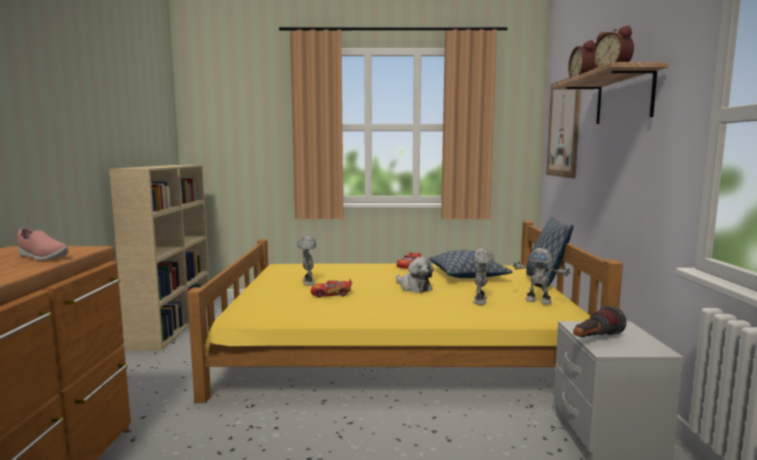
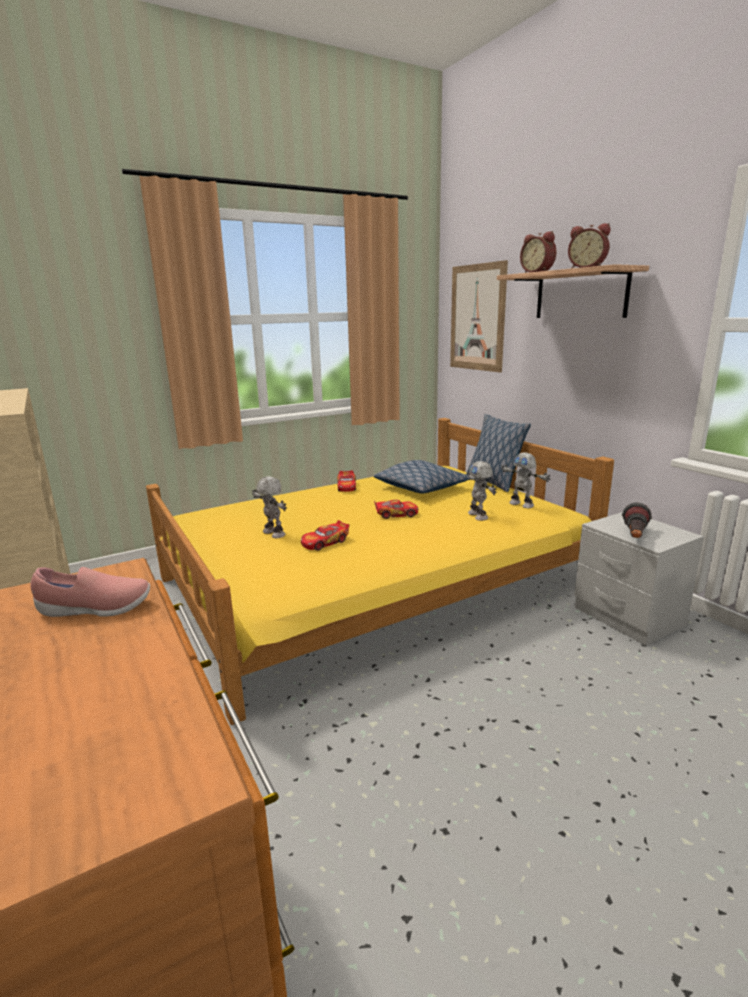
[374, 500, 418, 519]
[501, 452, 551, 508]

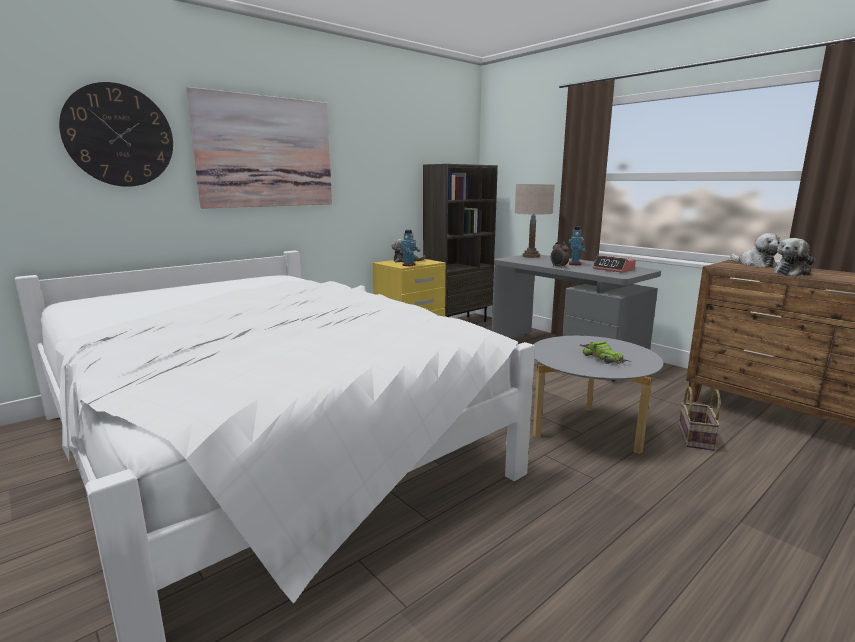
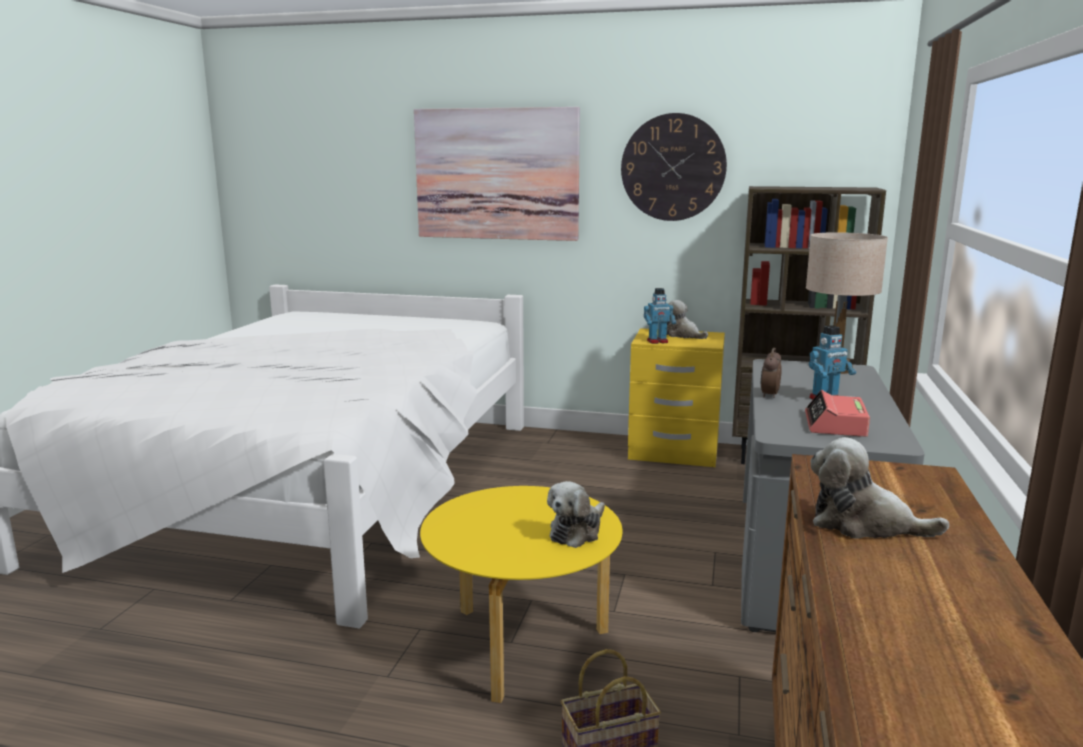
[621, 113, 727, 221]
[420, 486, 623, 703]
[580, 341, 632, 365] (first image)
[547, 481, 605, 548]

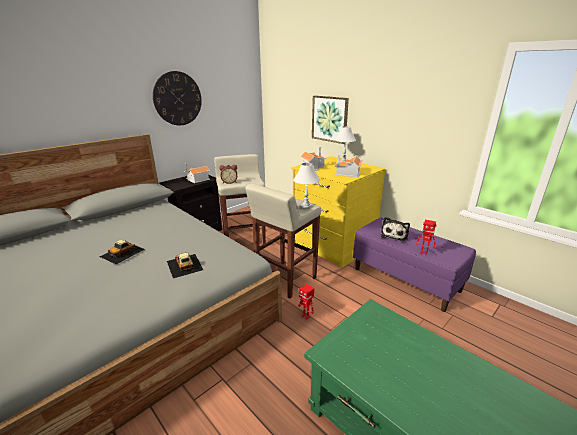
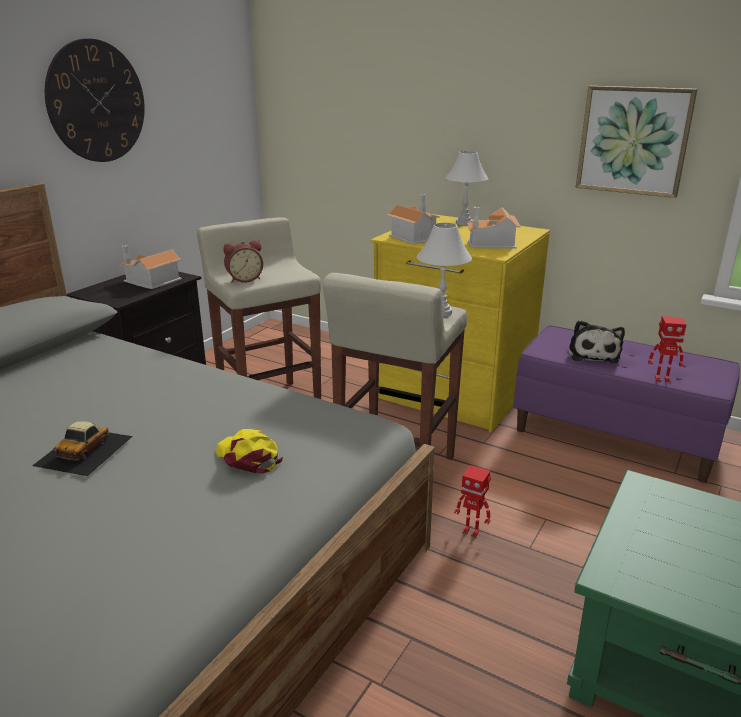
[216, 429, 283, 474]
[576, 86, 698, 198]

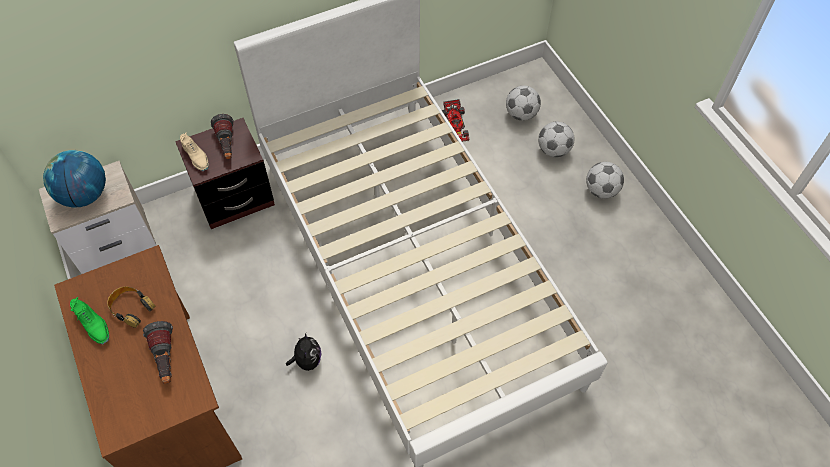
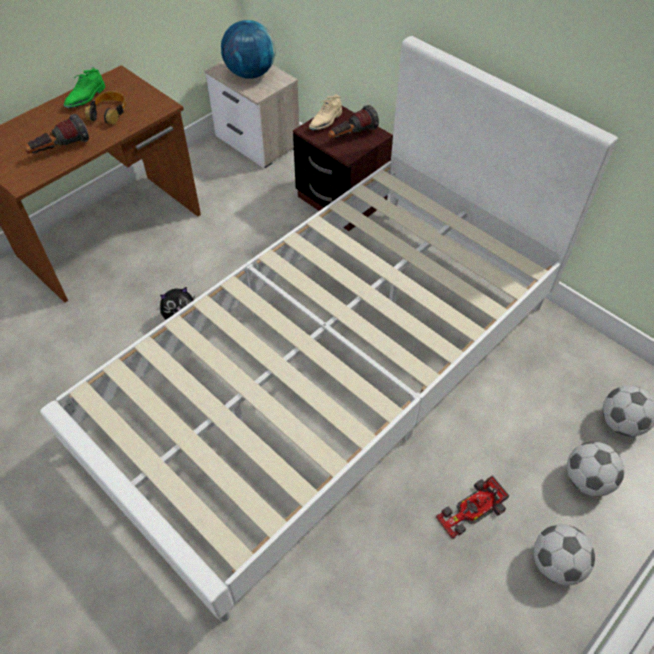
[436, 475, 509, 539]

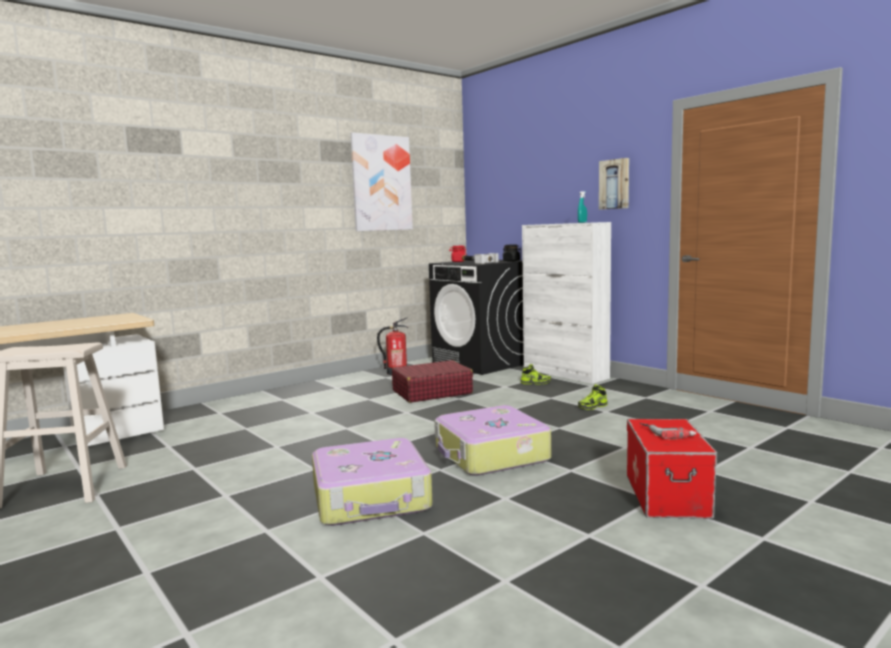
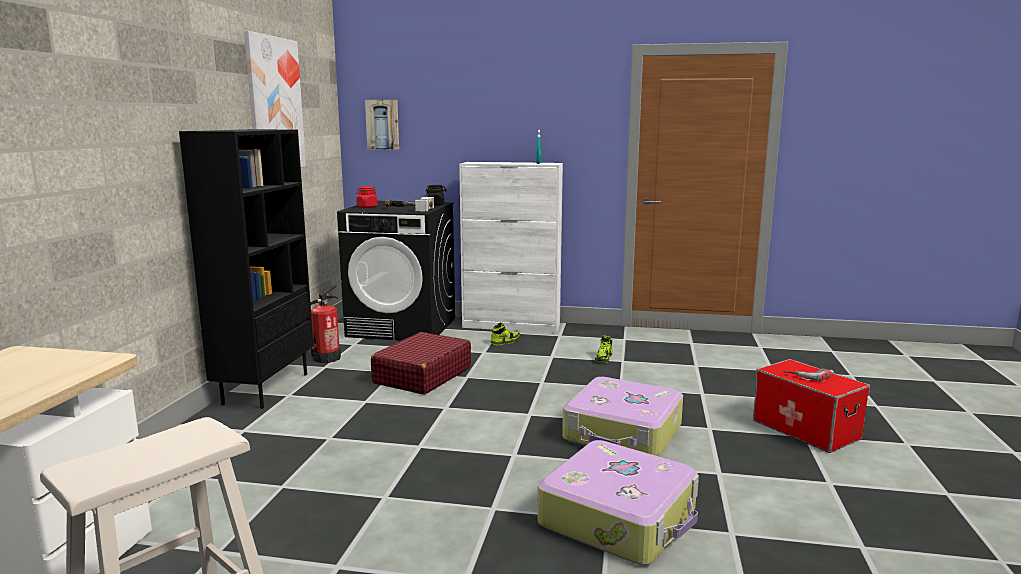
[365, 100, 399, 149]
[179, 129, 314, 409]

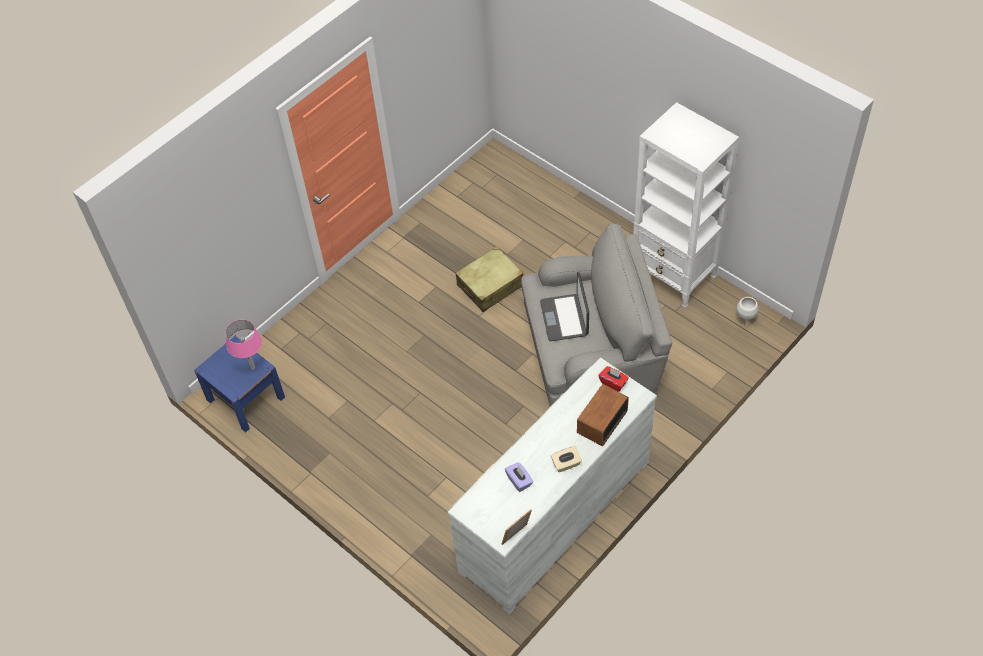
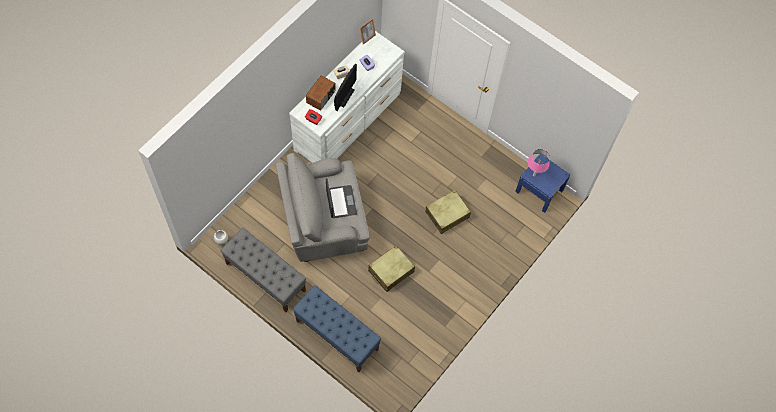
[220, 228, 306, 312]
[293, 285, 382, 372]
[334, 64, 357, 111]
[425, 190, 471, 234]

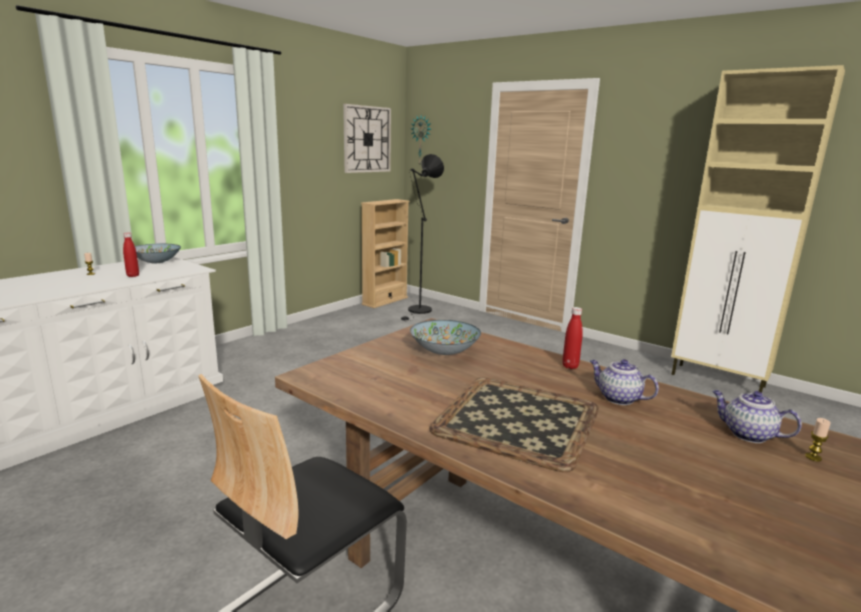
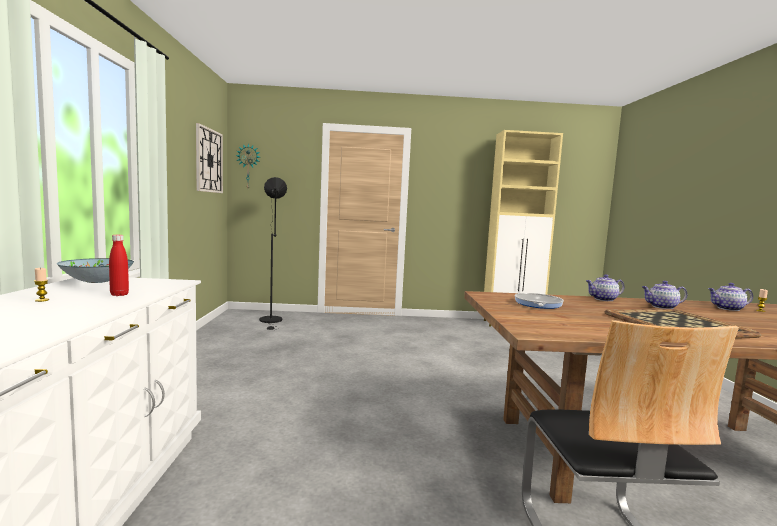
[361, 199, 410, 308] (first image)
[514, 293, 564, 309]
[586, 274, 625, 301]

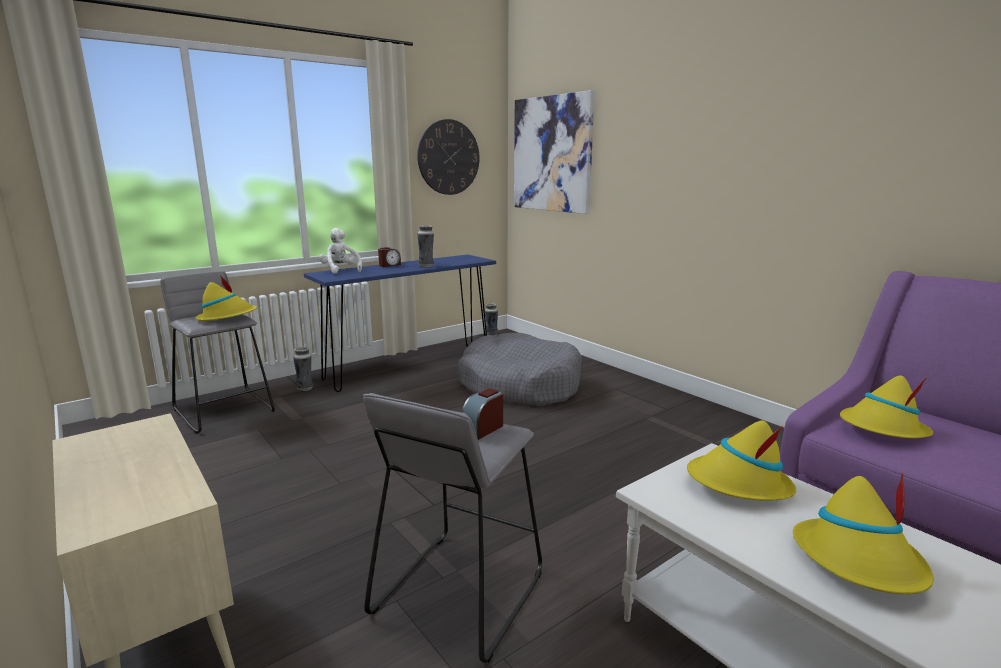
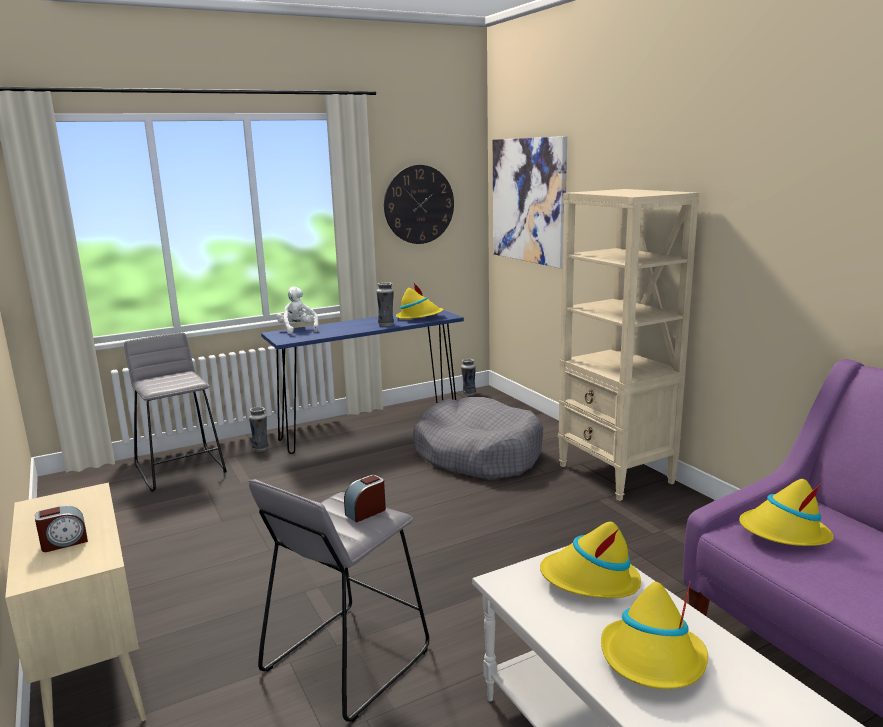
[396, 283, 443, 319]
[35, 505, 88, 552]
[558, 189, 699, 501]

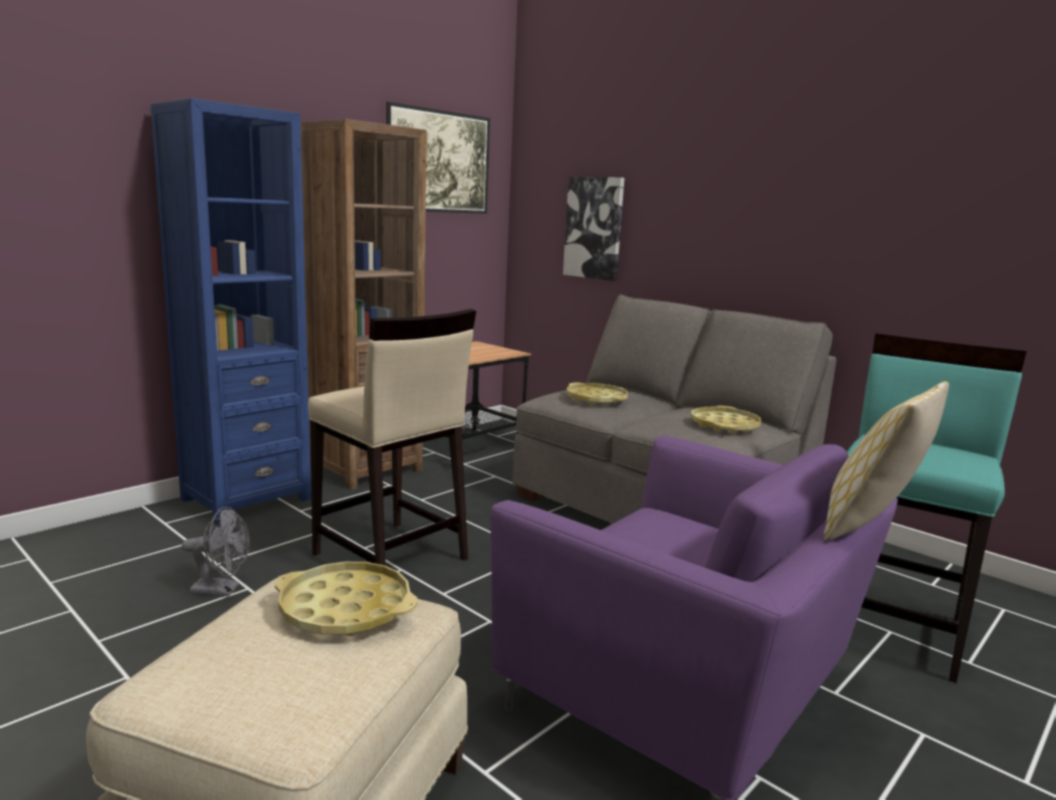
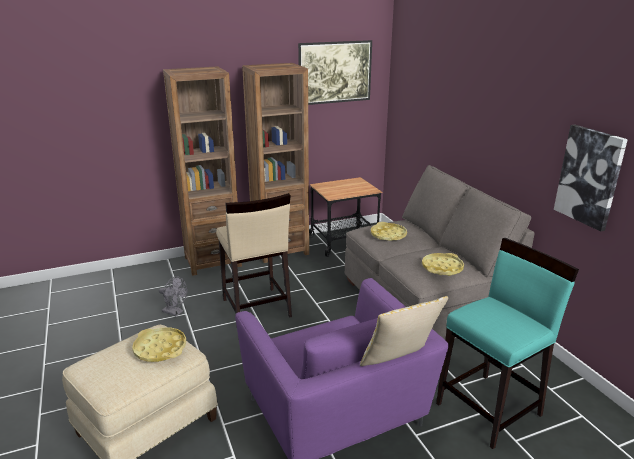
[163, 66, 242, 276]
[554, 125, 628, 231]

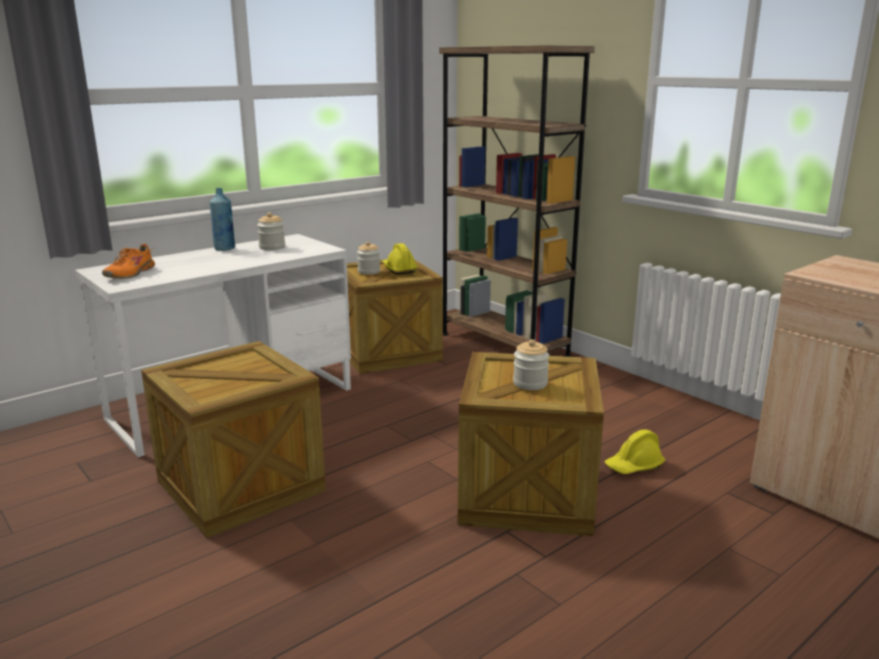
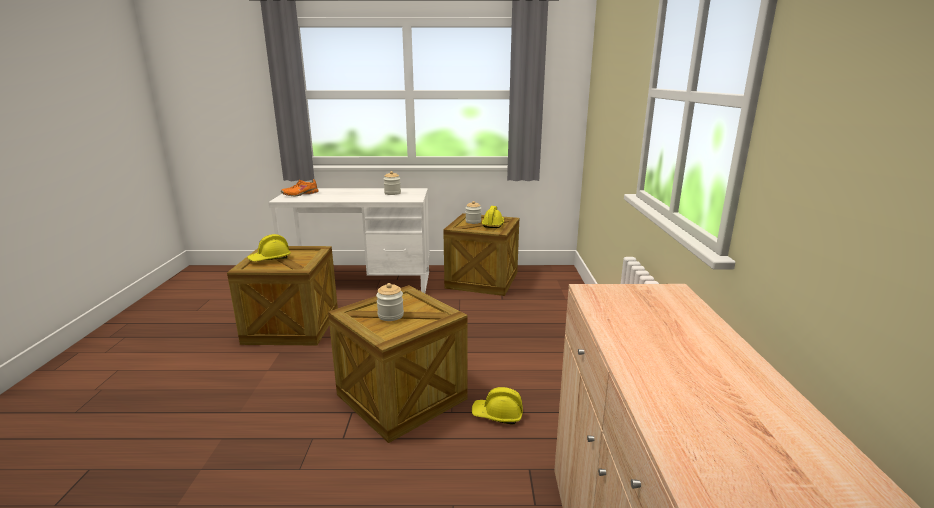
[209, 188, 235, 251] (first image)
[439, 45, 595, 357] (first image)
[247, 234, 291, 261]

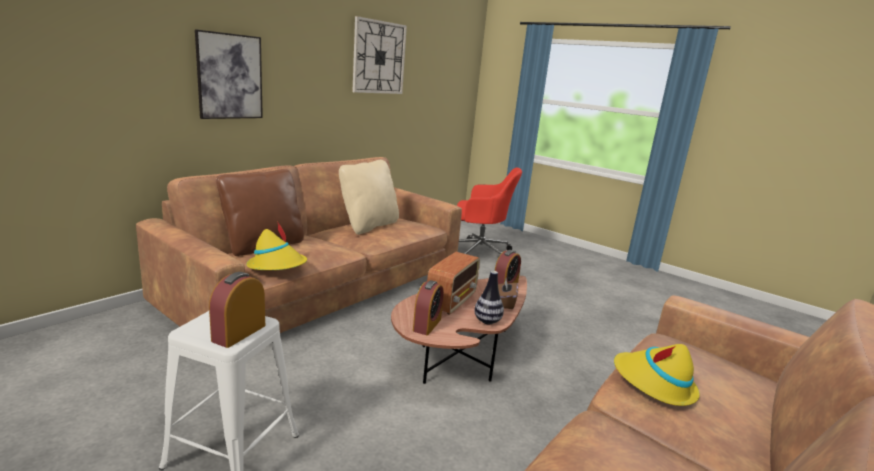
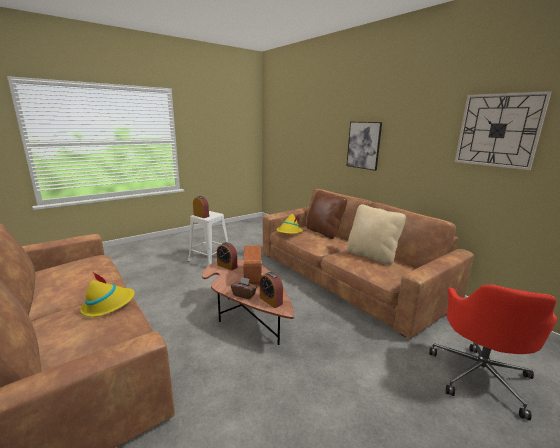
[243, 246, 263, 286]
[474, 271, 504, 324] (first image)

